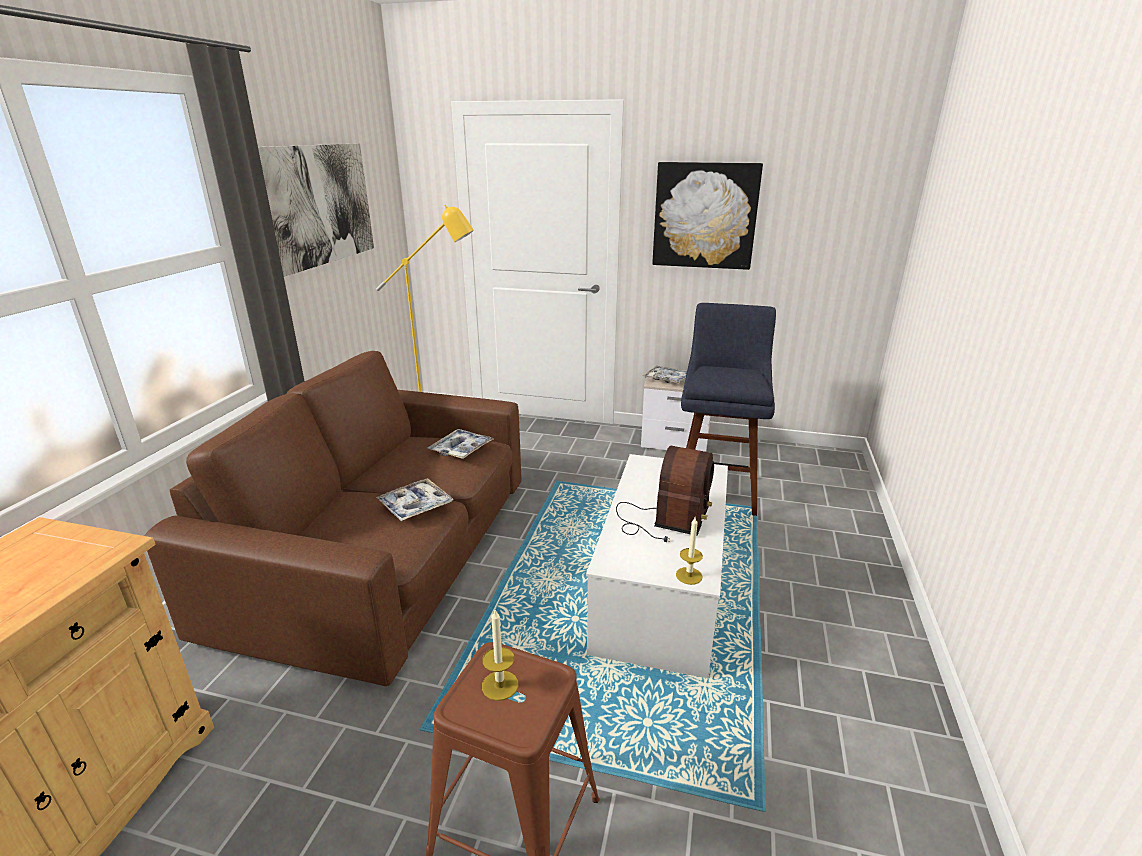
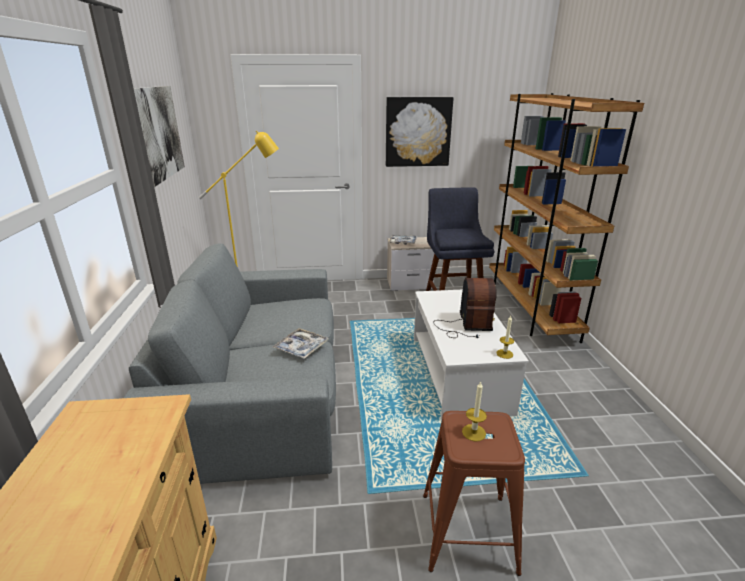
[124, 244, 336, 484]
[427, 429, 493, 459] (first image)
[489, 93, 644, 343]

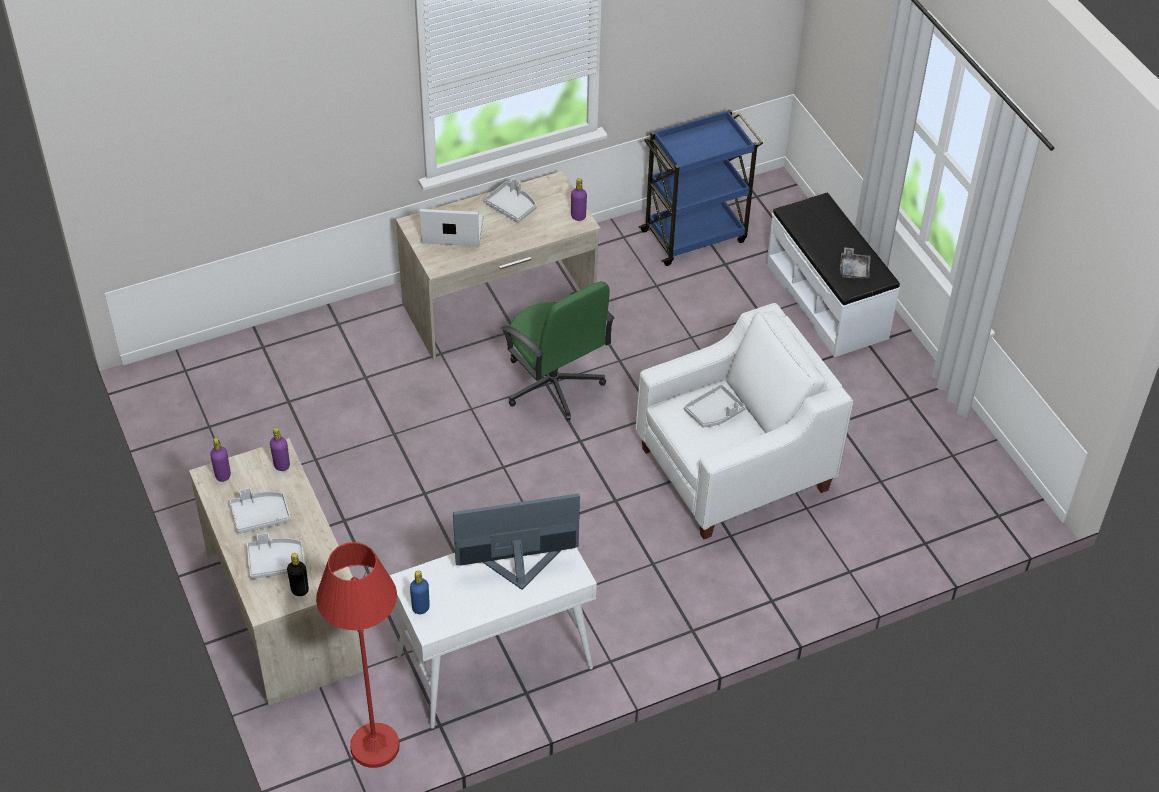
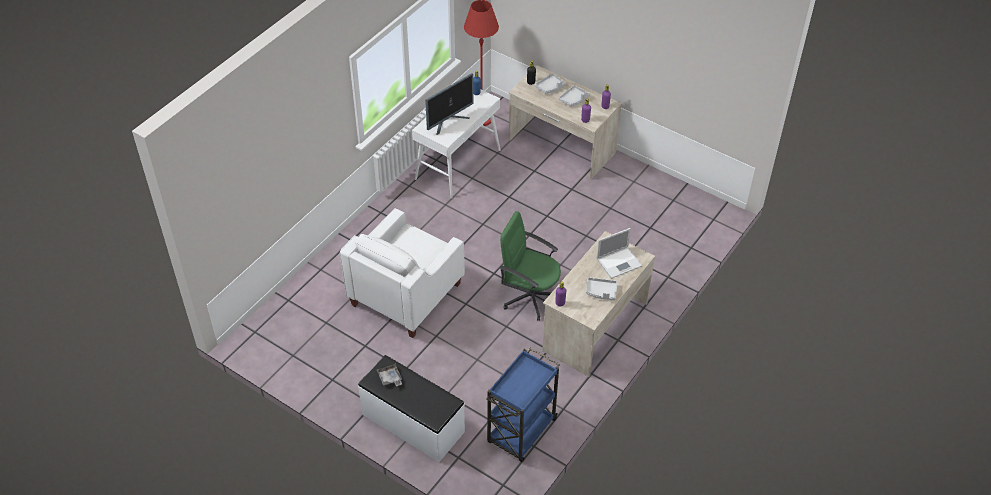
[684, 384, 745, 427] (first image)

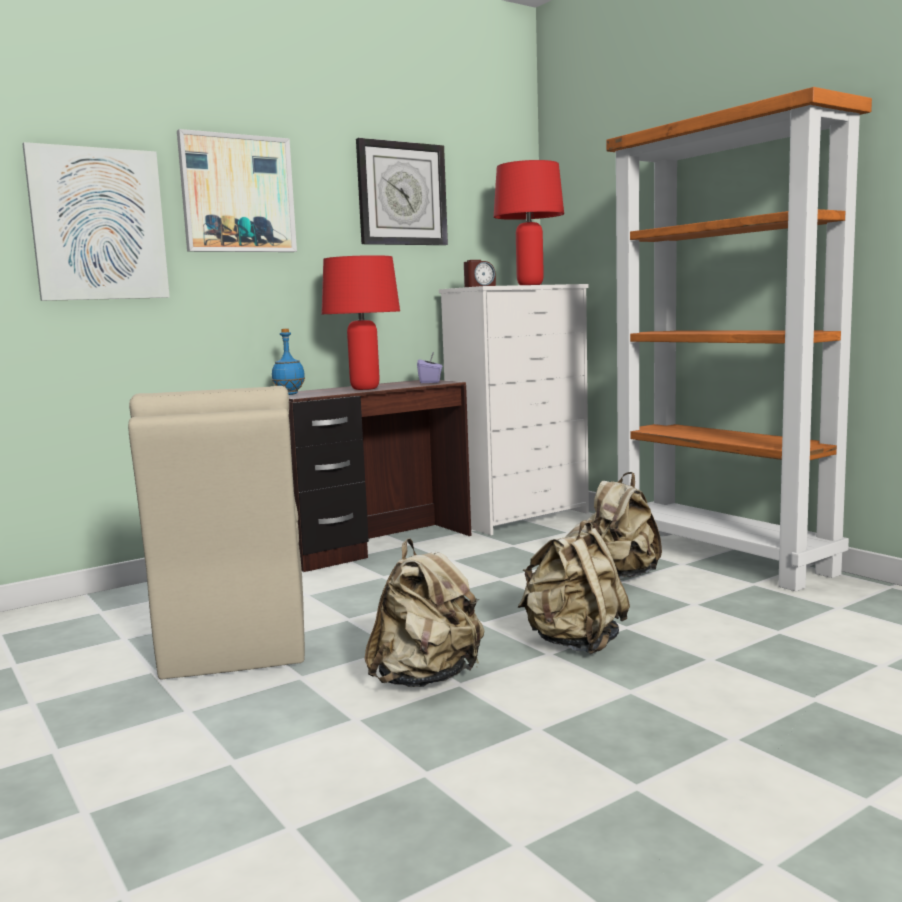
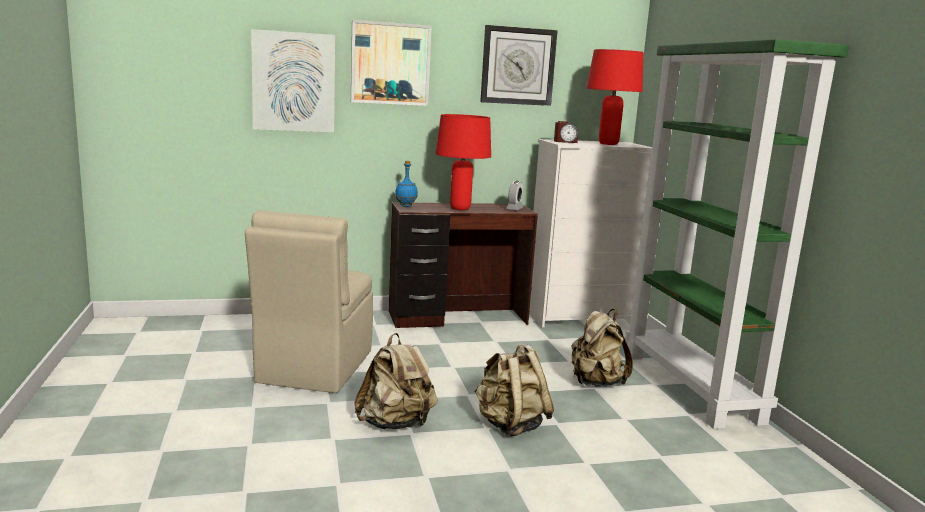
[506, 181, 523, 210]
[625, 39, 849, 429]

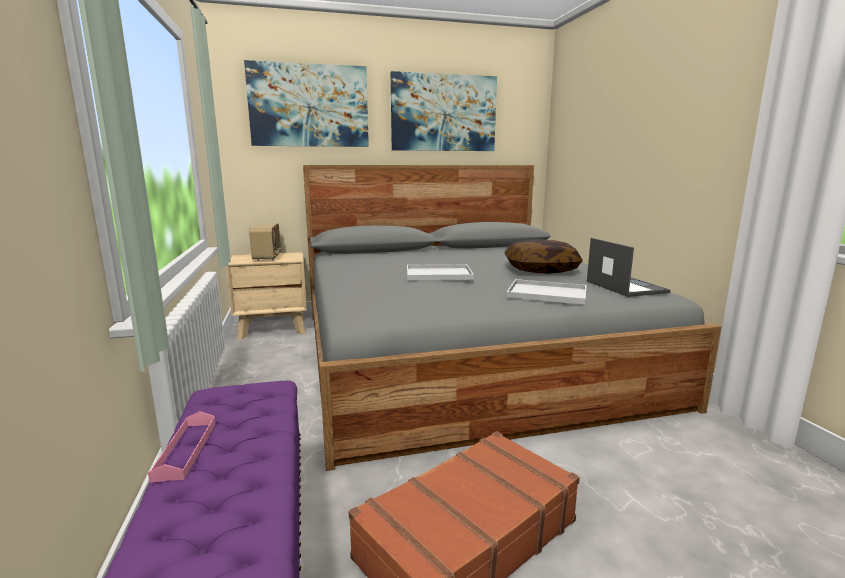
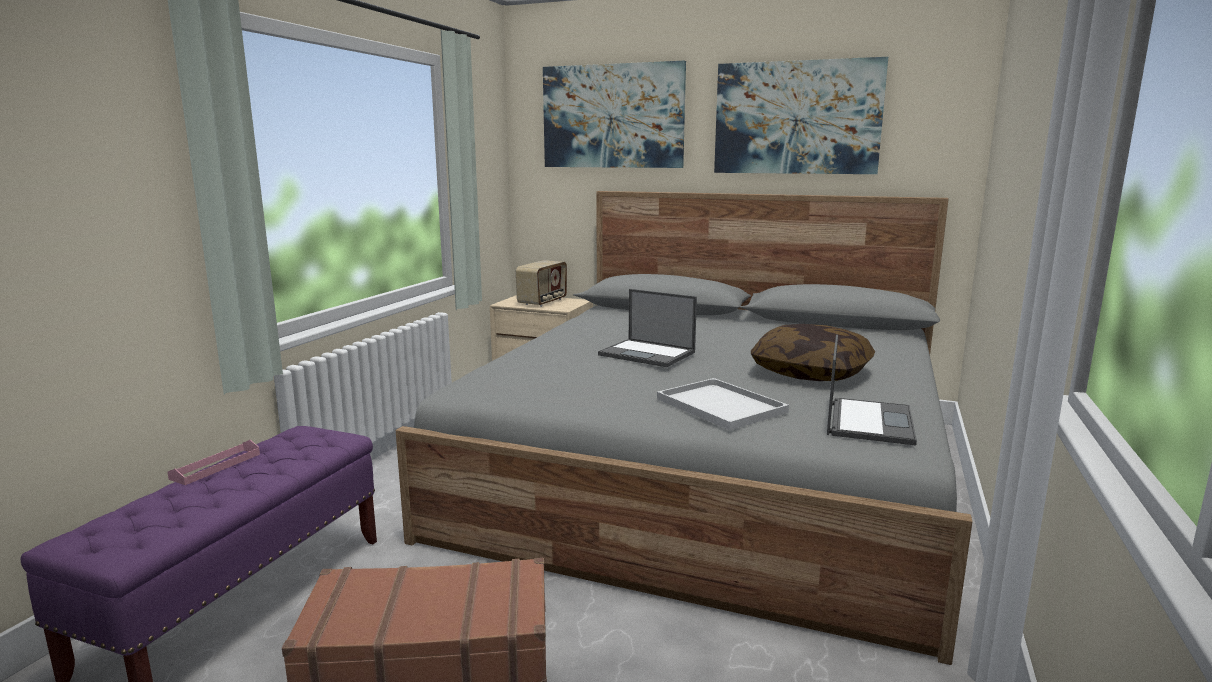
[598, 289, 697, 367]

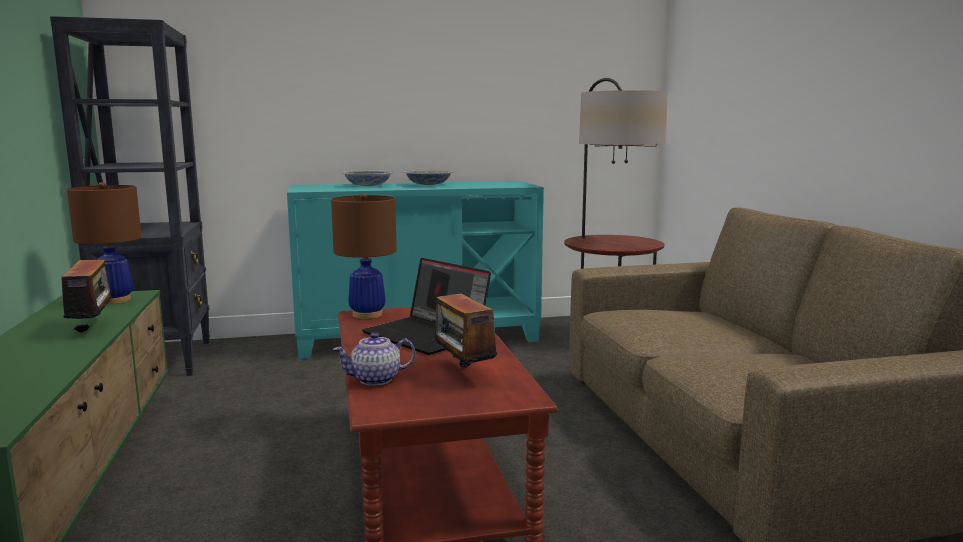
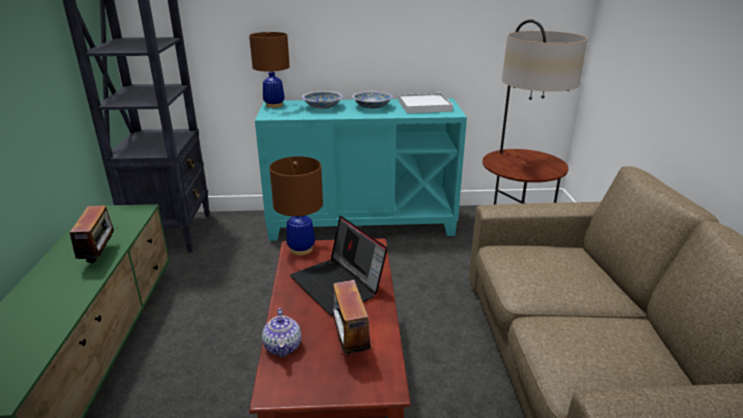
[249, 31, 290, 108]
[262, 308, 301, 358]
[398, 93, 453, 113]

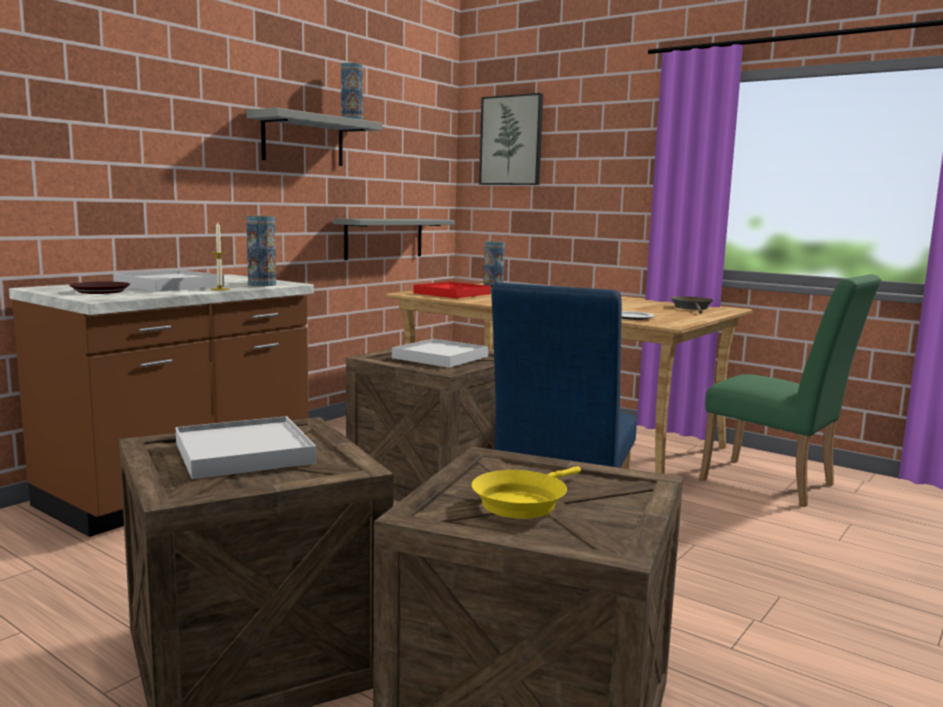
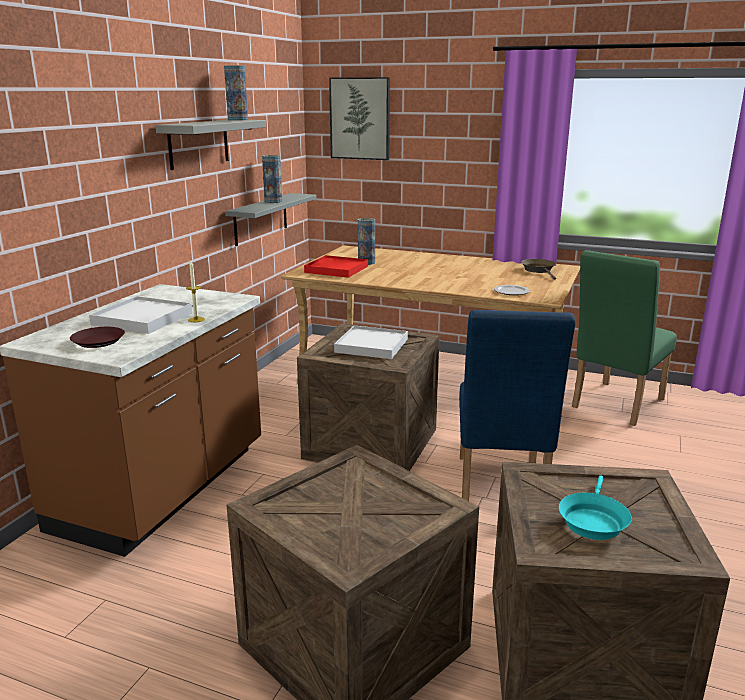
[176, 416, 316, 479] (first image)
[262, 155, 282, 203]
[559, 475, 632, 540]
[572, 250, 677, 426]

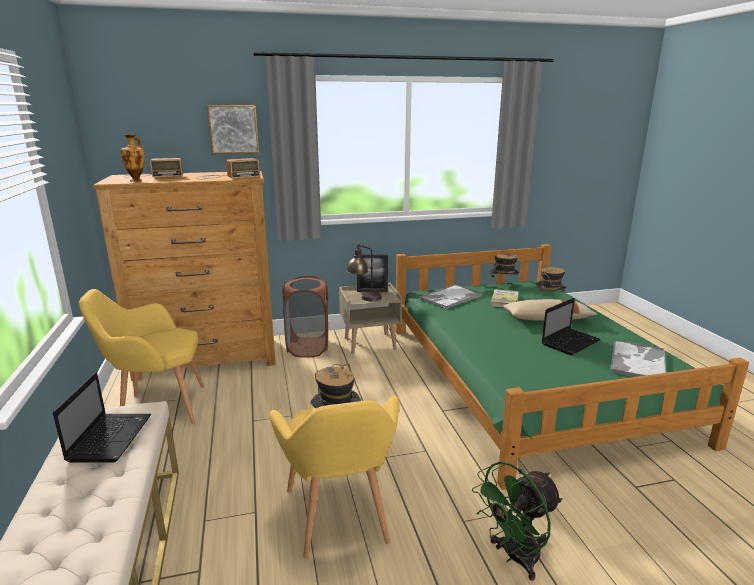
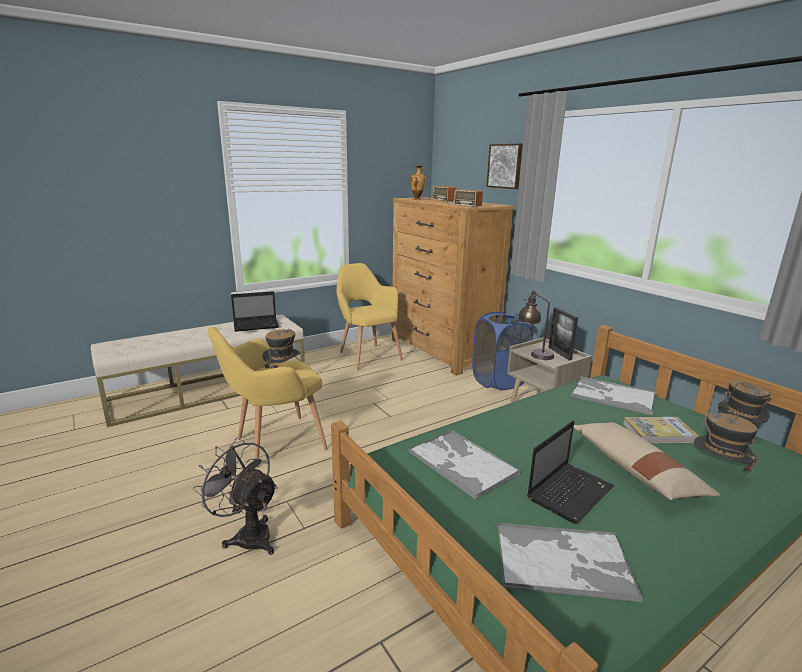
[472, 311, 533, 390]
[193, 438, 278, 555]
[527, 421, 614, 524]
[409, 430, 520, 500]

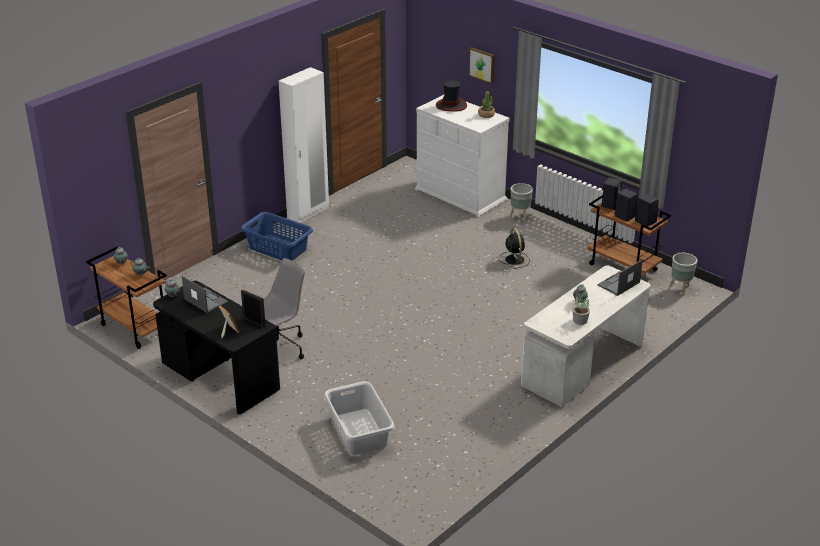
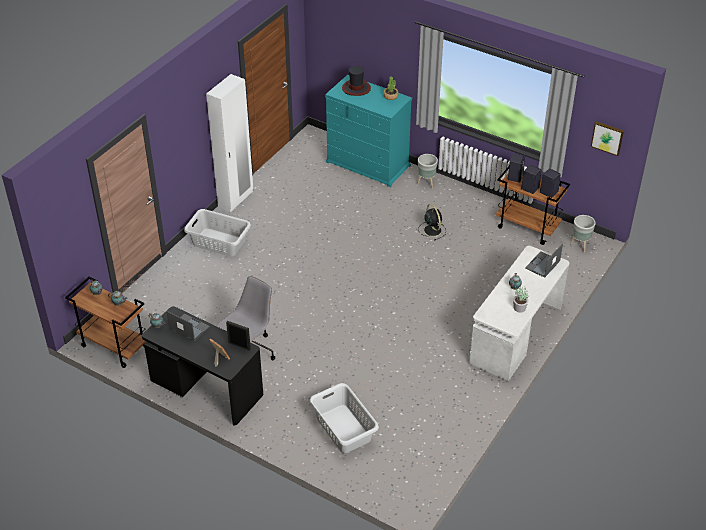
[184, 209, 251, 257]
[325, 75, 412, 187]
[591, 121, 624, 156]

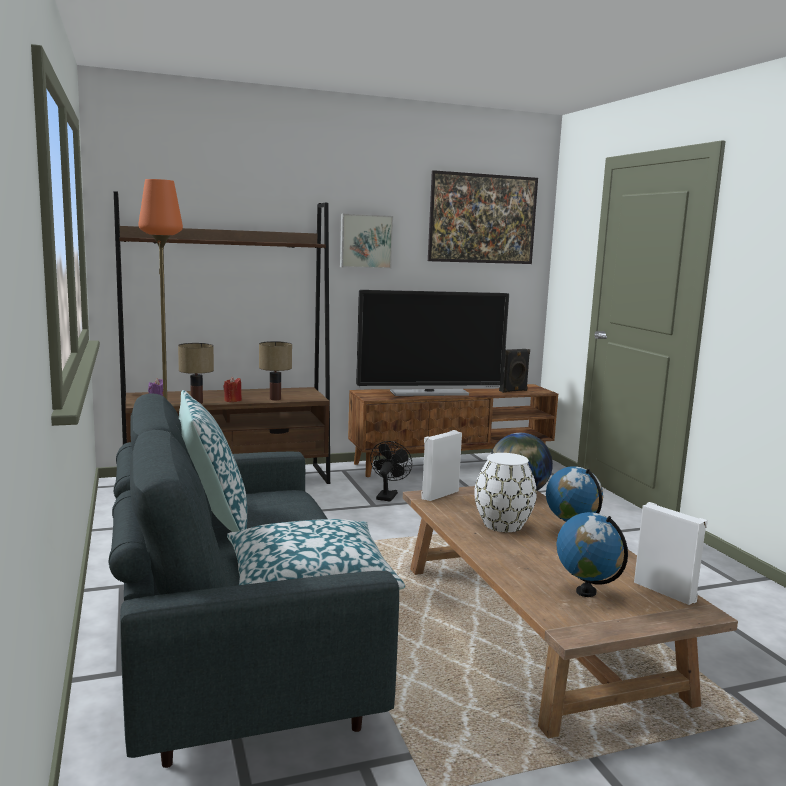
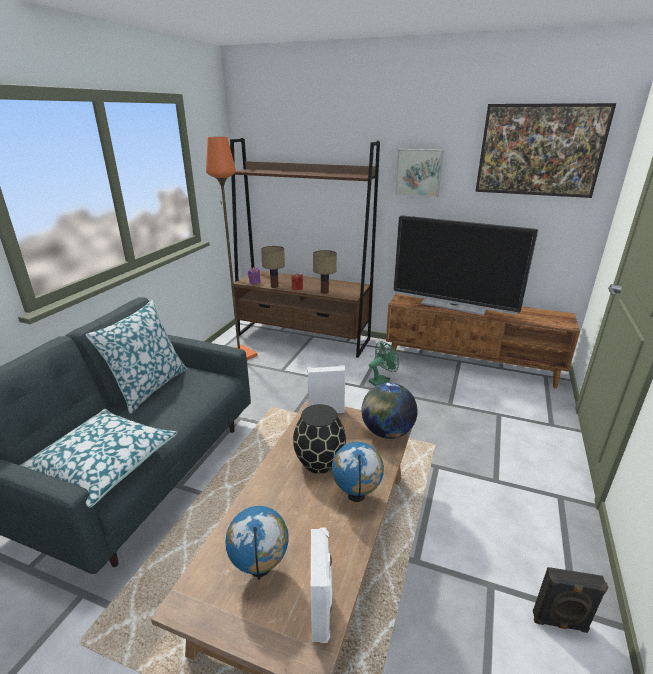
[369, 341, 399, 386]
[293, 404, 346, 474]
[533, 567, 608, 633]

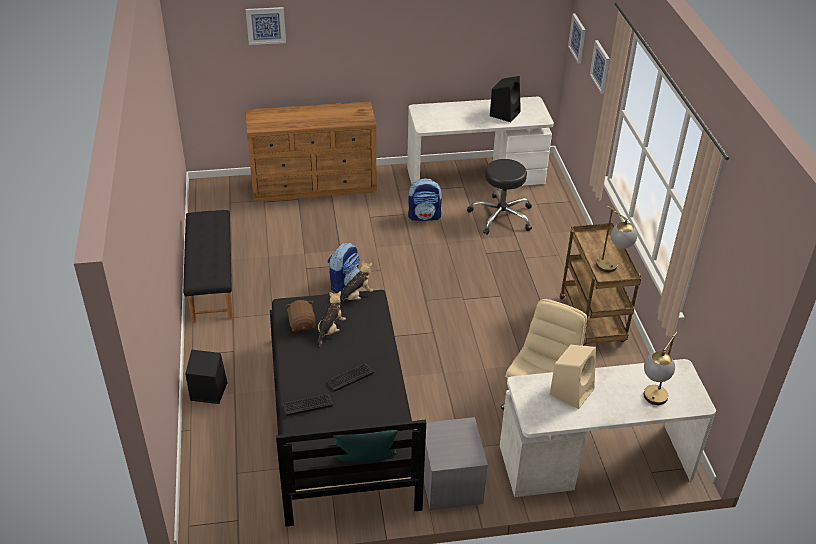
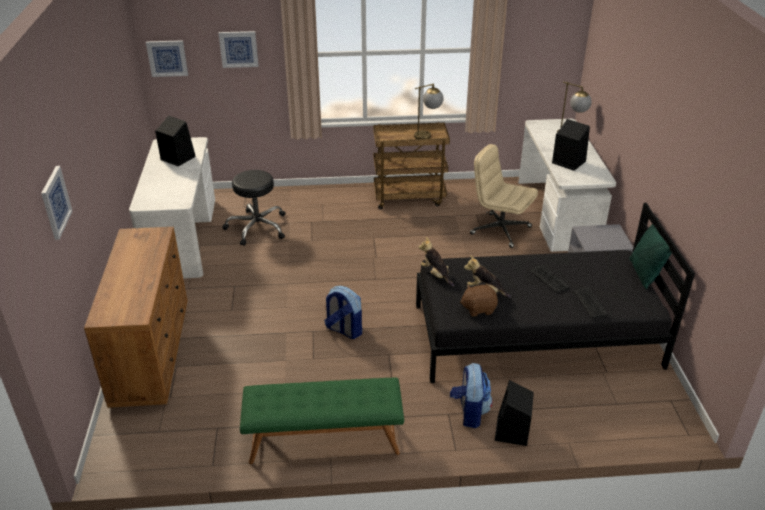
[240, 378, 404, 464]
[450, 363, 492, 428]
[552, 119, 590, 171]

